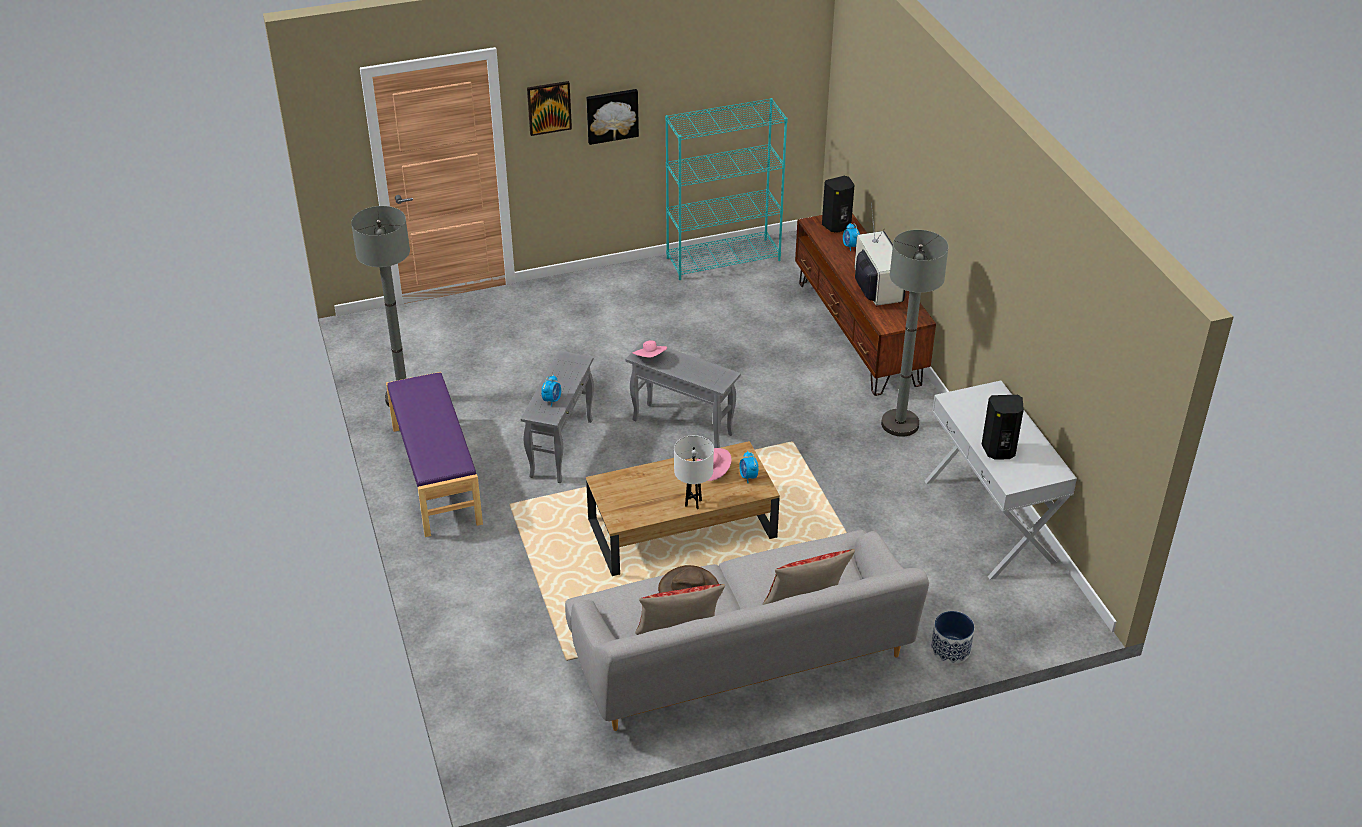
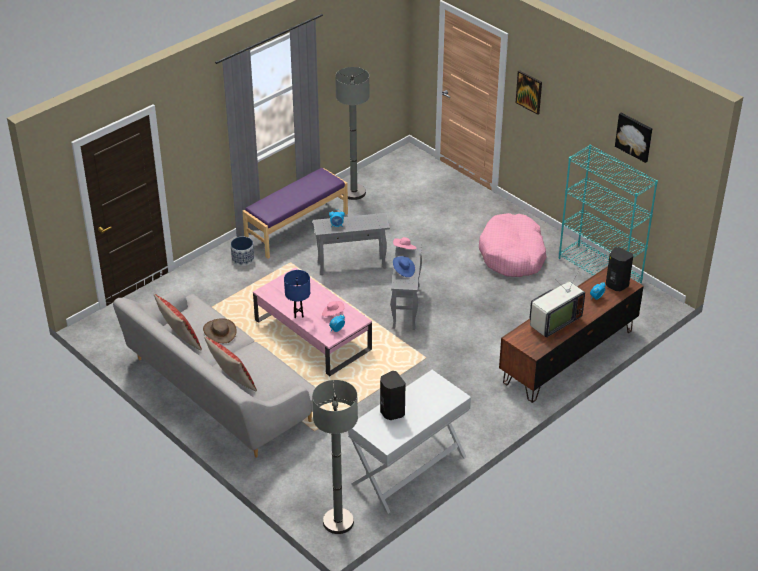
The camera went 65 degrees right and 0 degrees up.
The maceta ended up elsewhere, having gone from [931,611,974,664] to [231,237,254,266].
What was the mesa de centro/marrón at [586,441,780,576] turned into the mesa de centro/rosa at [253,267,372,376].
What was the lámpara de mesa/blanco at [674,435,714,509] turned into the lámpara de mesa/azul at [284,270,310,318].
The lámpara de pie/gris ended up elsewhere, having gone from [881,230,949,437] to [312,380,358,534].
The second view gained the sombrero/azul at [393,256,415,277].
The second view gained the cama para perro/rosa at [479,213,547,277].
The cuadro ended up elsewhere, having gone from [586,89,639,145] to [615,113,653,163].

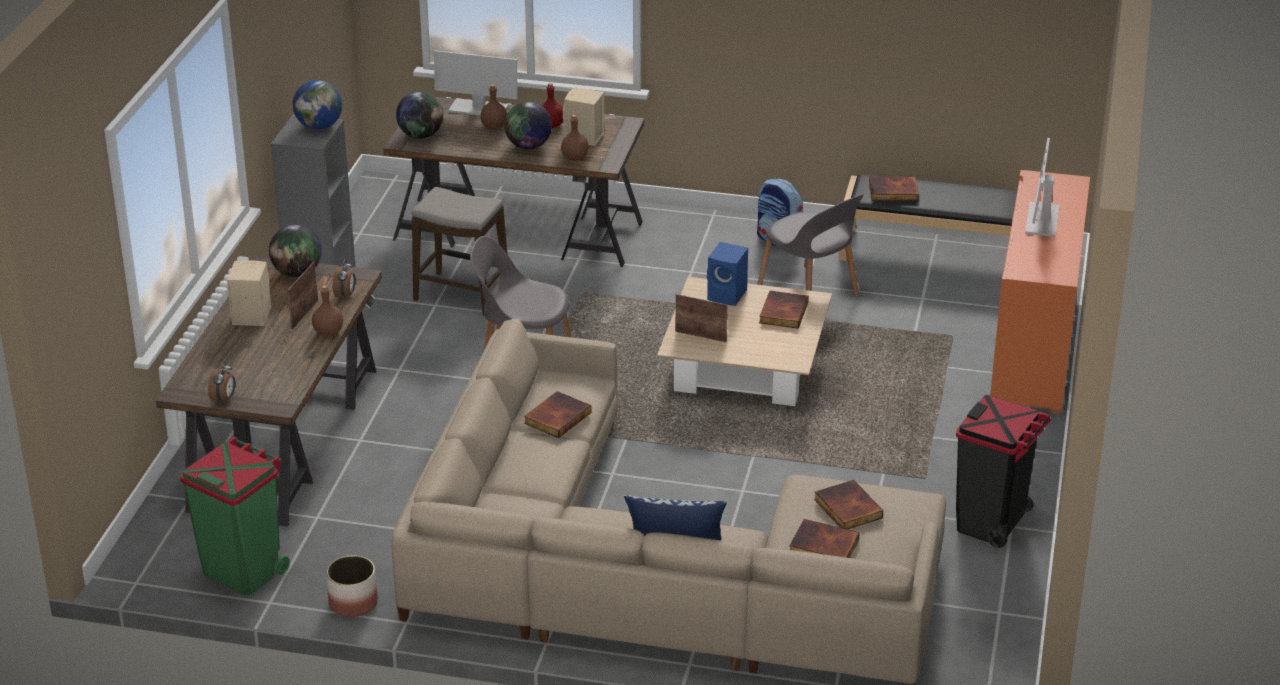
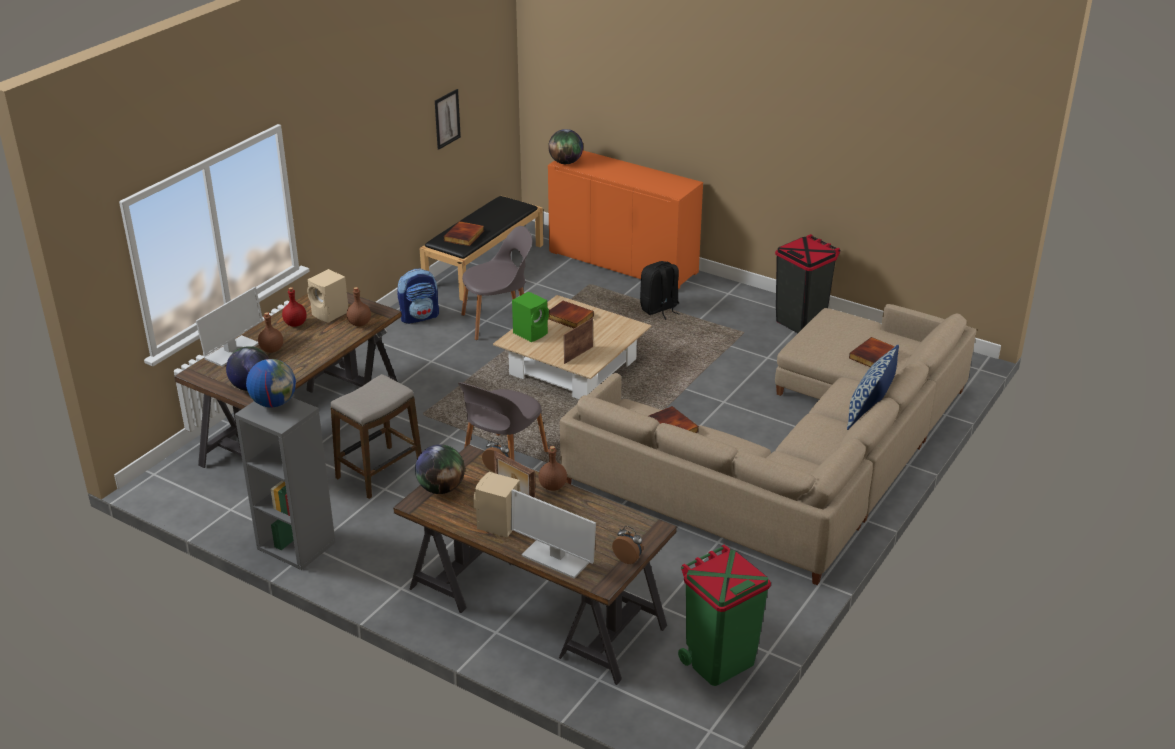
The camera went 70 degrees left and 0 degrees up.
The second view gained the cuadro at [435,89,461,150].
The monitor ended up elsewhere, having gone from [1025,138,1059,237] to [511,489,596,578].
What was the altavoz/azul at [707,242,748,306] turned into the altavoz/verde at [512,291,549,342].
The globo terráqueo ended up elsewhere, having gone from [504,102,552,149] to [548,129,583,164].
The second view gained the mochila/negro at [640,261,680,320].
The second view lost the maceta at [326,555,378,617].
The second view lost the libro at [814,480,883,529].

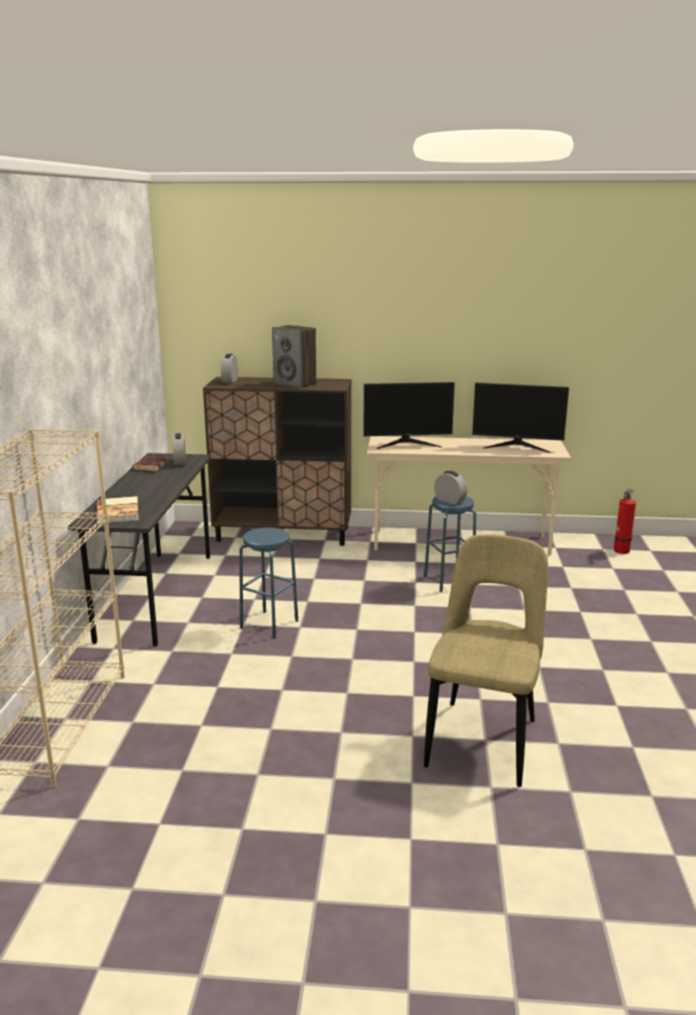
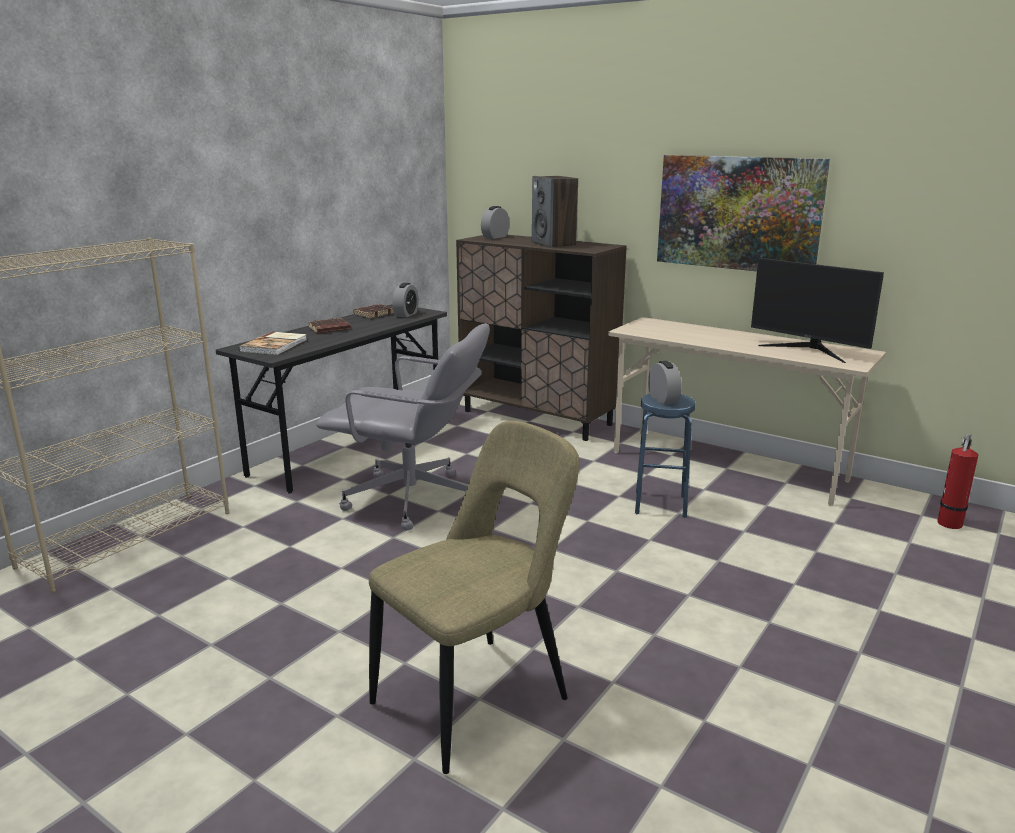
The camera went 30 degrees right and 0 degrees up.
The second view gained the libro/marrón at [308,318,351,333].
Where the taburete/azul stood at [239,527,298,639], the silla de oficina/gris came to stand at [316,323,490,531].
The second view gained the cuadro at [657,155,830,271].
The second view lost the monitor at [363,382,455,449].

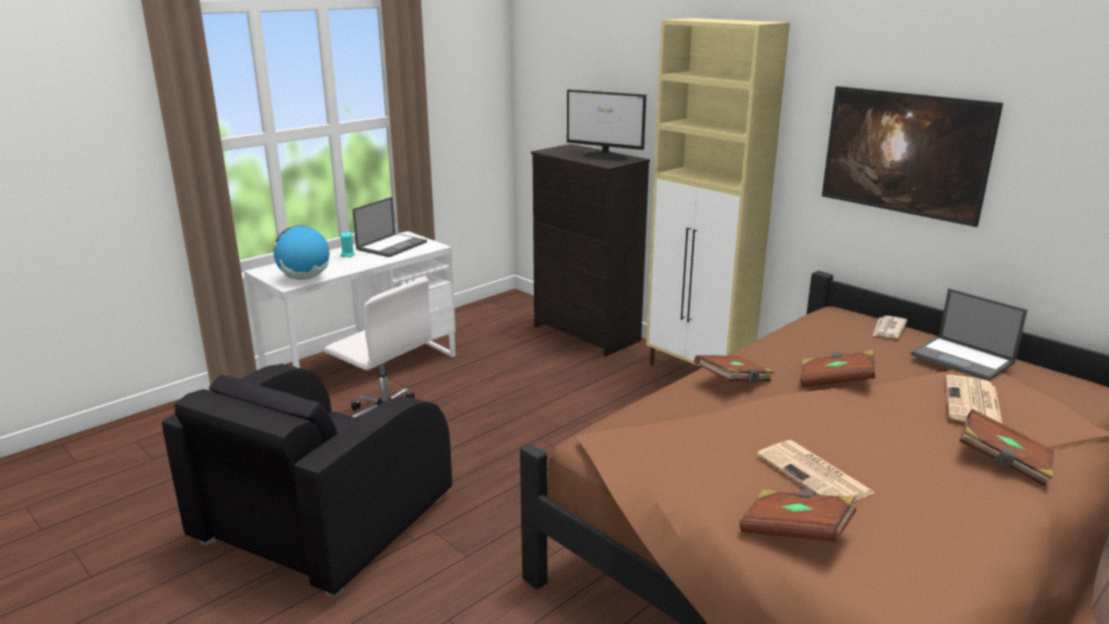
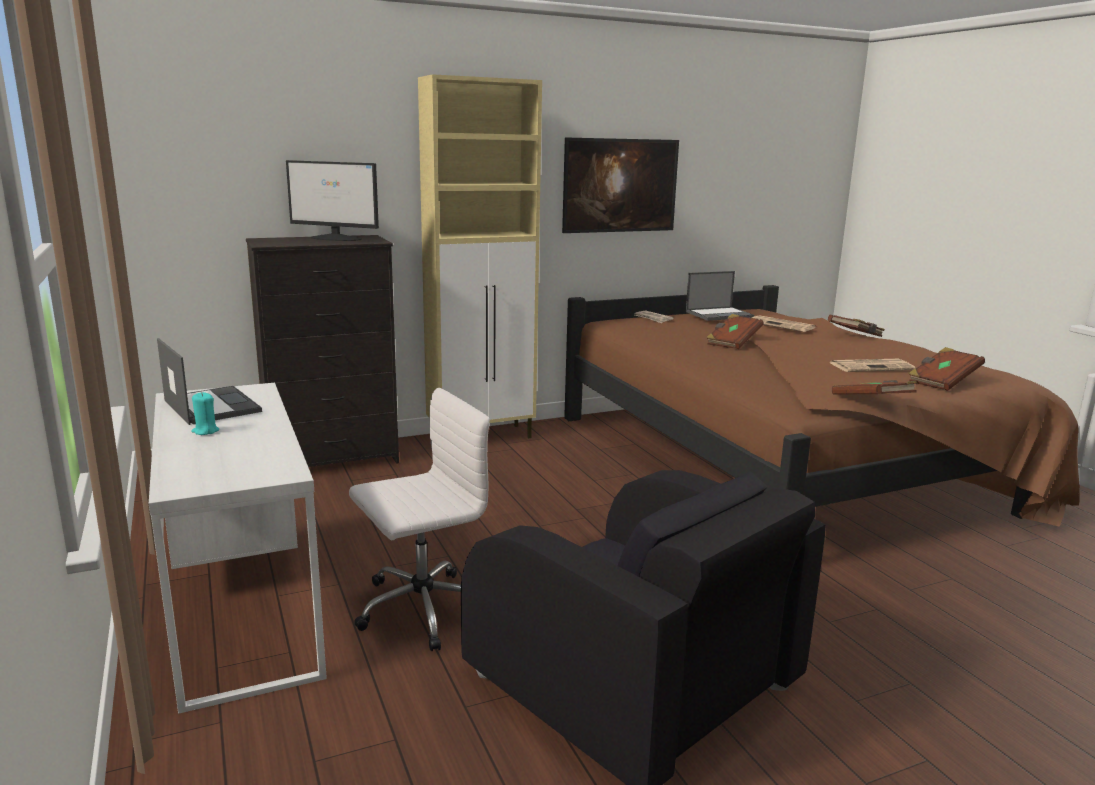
The camera went 70 degrees left and 5 degrees down.
The monitor at [567,89,646,159] ended up facing another way, 60 degrees clockwise from before.
The libro/marrón ended up elsewhere, having gone from [694,355,774,383] to [832,380,917,395].
The second view lost the globo terráqueo at [274,225,329,280].

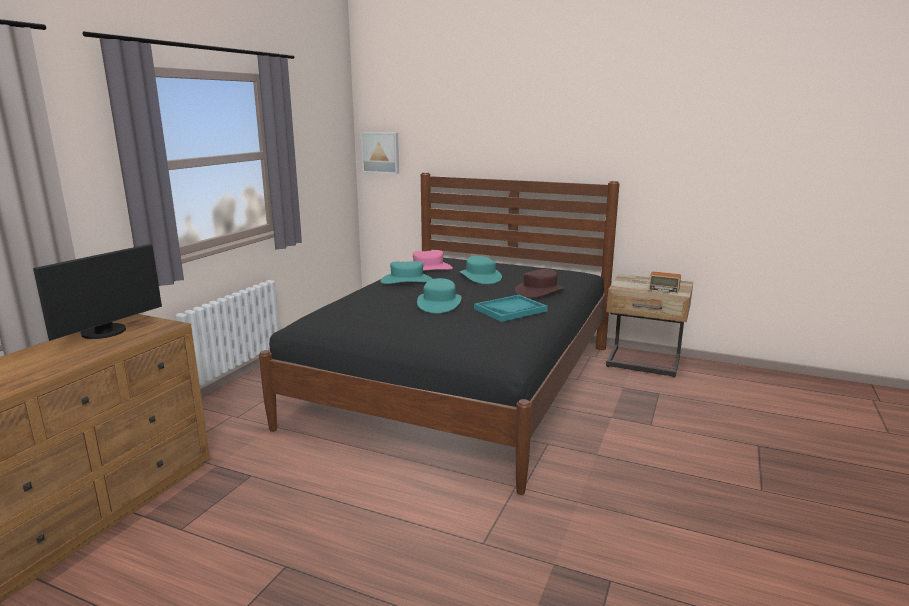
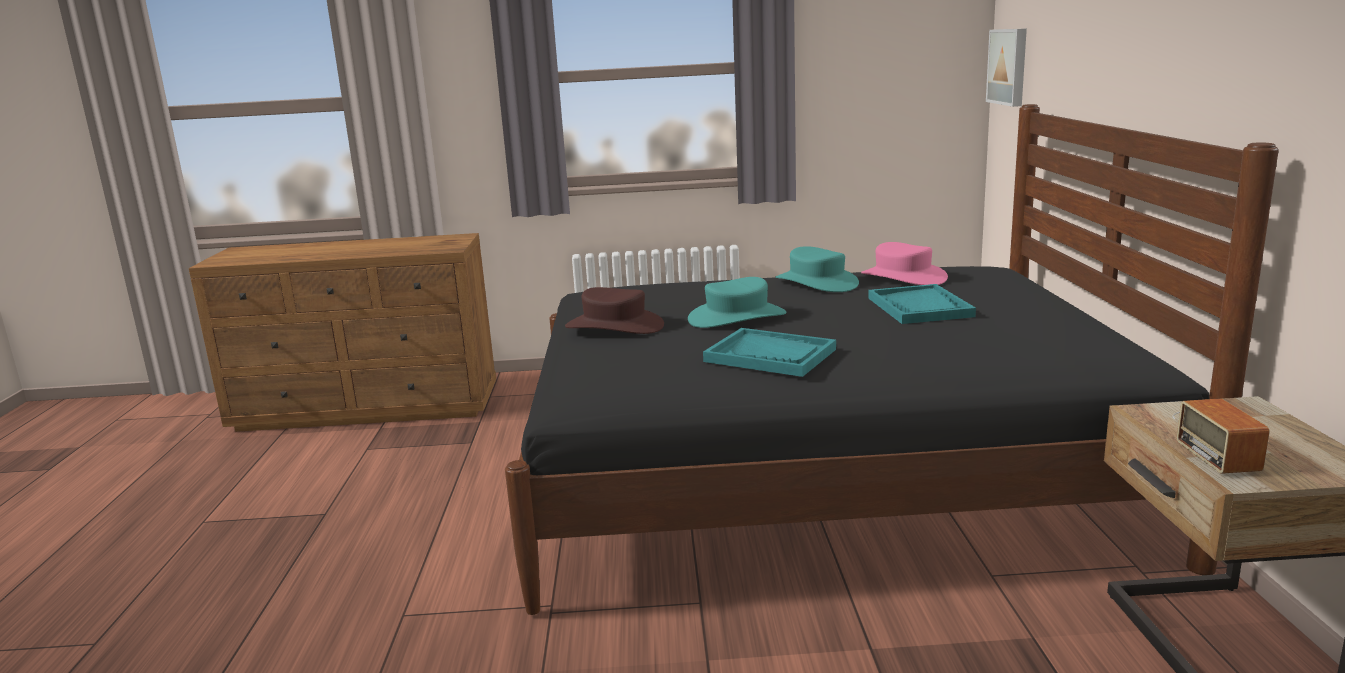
The camera went 65 degrees right and 0 degrees up.
The sombrero/marrón ended up elsewhere, having gone from [515,269,565,298] to [565,287,664,334].
Where the sombrero/turquesa stood at [460,256,502,284], the bandeja/turquesa came to stand at [868,284,976,324].
The second view lost the monitor at [33,244,162,341].

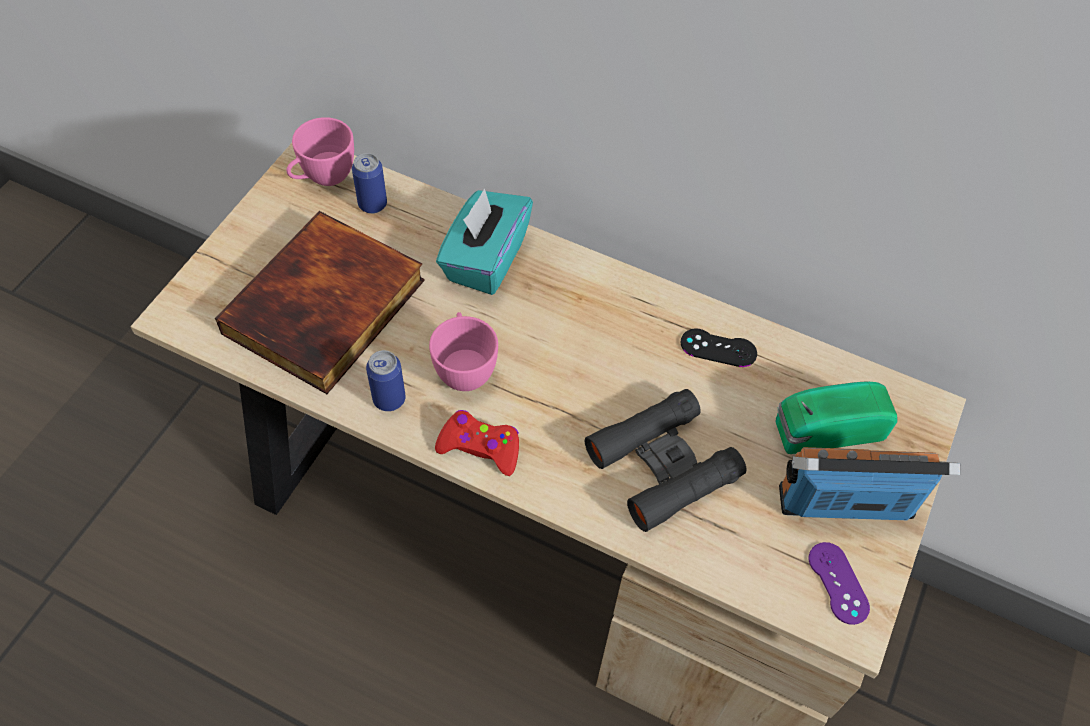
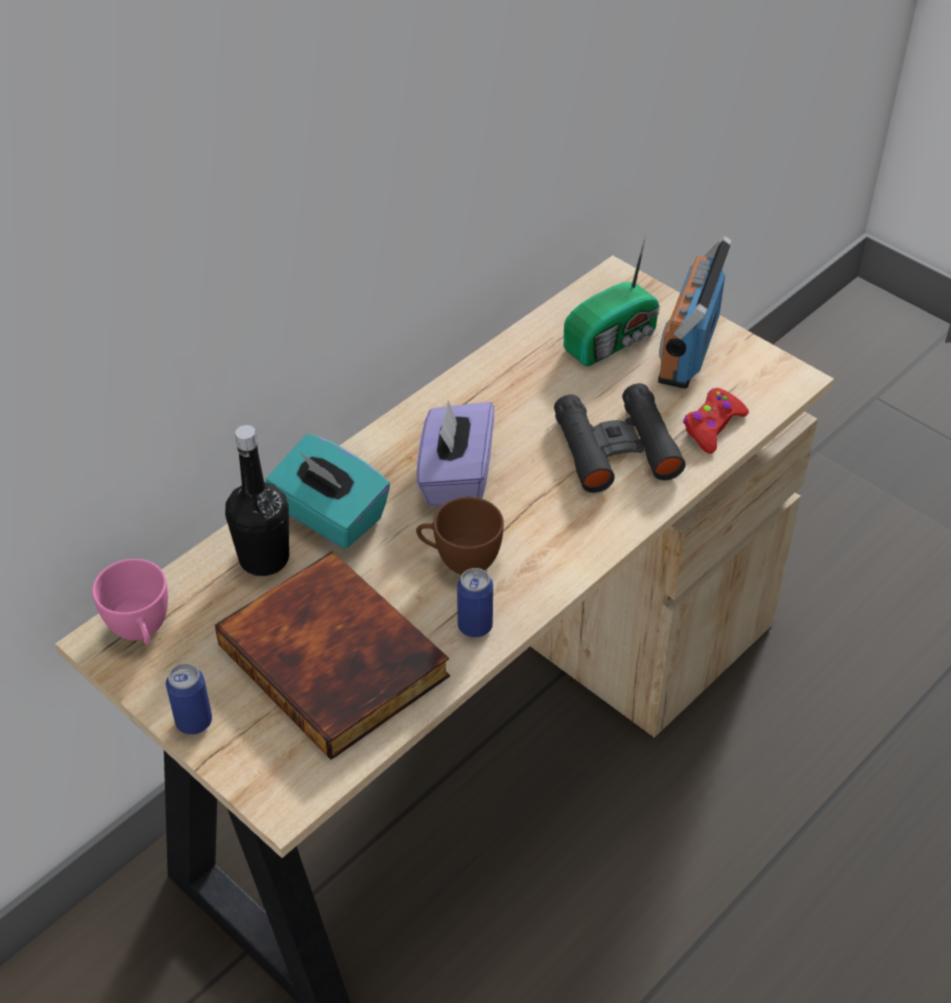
The camera went 70 degrees left and 10 degrees down.
The lata ended up elsewhere, having gone from [352,153,387,214] to [166,663,212,734].
The second view gained the botella/negro at [225,425,289,576].
What was the taza/rosa at [429,312,498,391] turned into the taza/marrón at [416,497,504,575].
The second view gained the caja de pañuelos/morado at [417,400,494,506].
The radio at [775,381,897,454] ended up facing another way, 135 degrees counterclockwise from before.
The mando de consola/rojo ended up elsewhere, having gone from [435,410,519,476] to [683,388,749,454].
The second view lost the mando de consola/negro at [681,328,757,367].
The second view lost the mando de consola/morado at [809,542,870,625].

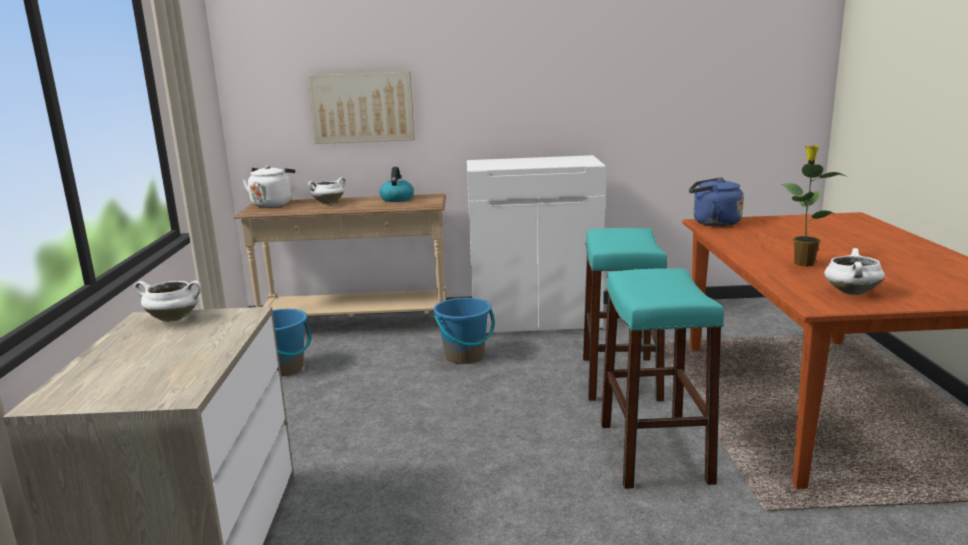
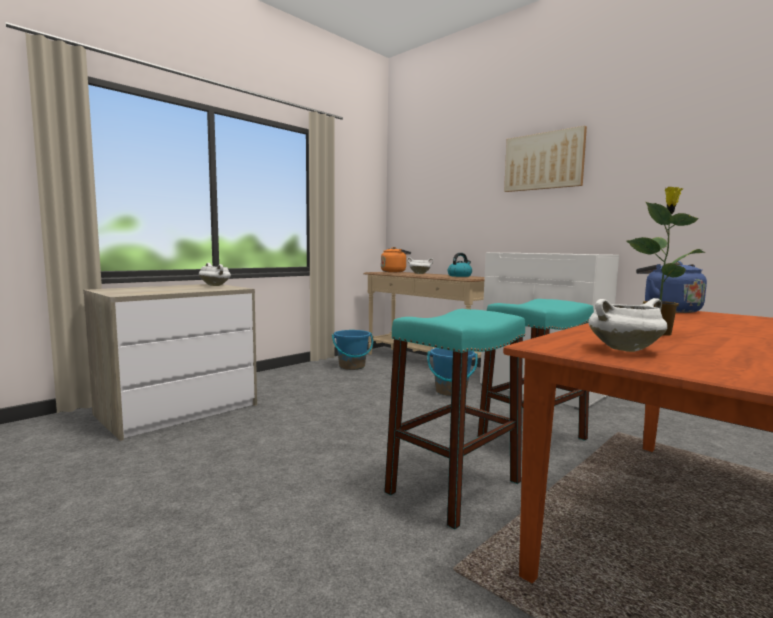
The camera went 45 degrees right and 10 degrees down.
What was the hervidor/blanco at [242,165,295,207] turned into the hervidor/naranja at [381,247,411,272].
The cuadro ended up elsewhere, having gone from [308,71,415,144] to [504,126,587,192].

